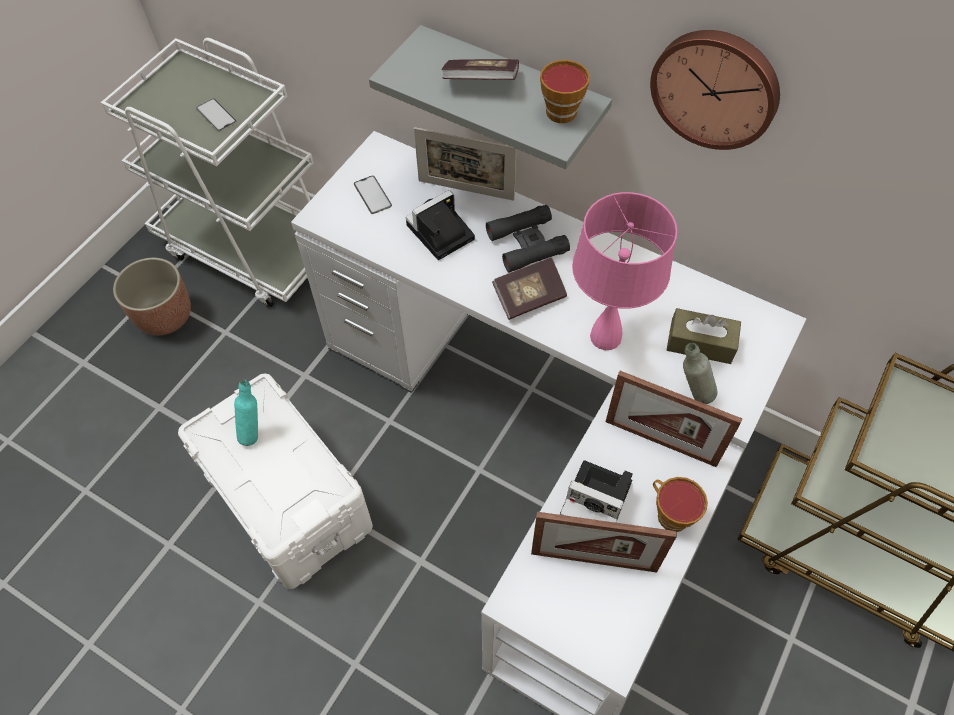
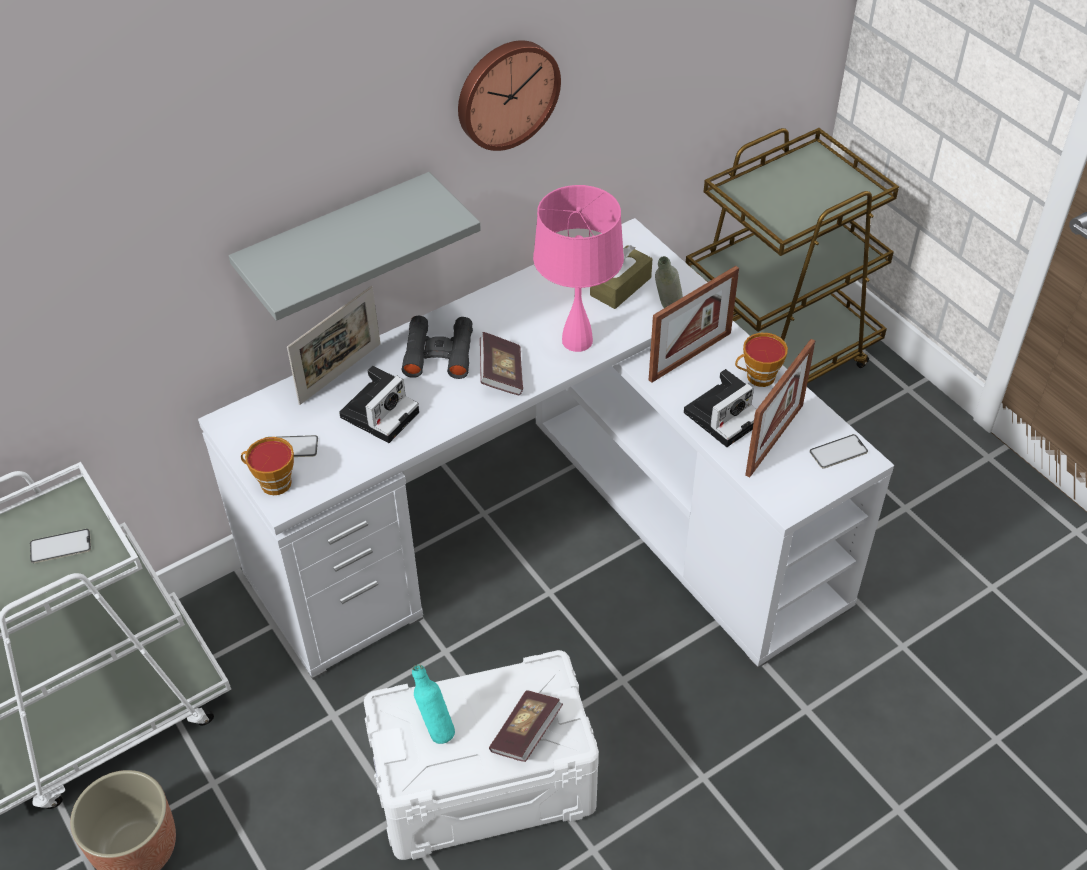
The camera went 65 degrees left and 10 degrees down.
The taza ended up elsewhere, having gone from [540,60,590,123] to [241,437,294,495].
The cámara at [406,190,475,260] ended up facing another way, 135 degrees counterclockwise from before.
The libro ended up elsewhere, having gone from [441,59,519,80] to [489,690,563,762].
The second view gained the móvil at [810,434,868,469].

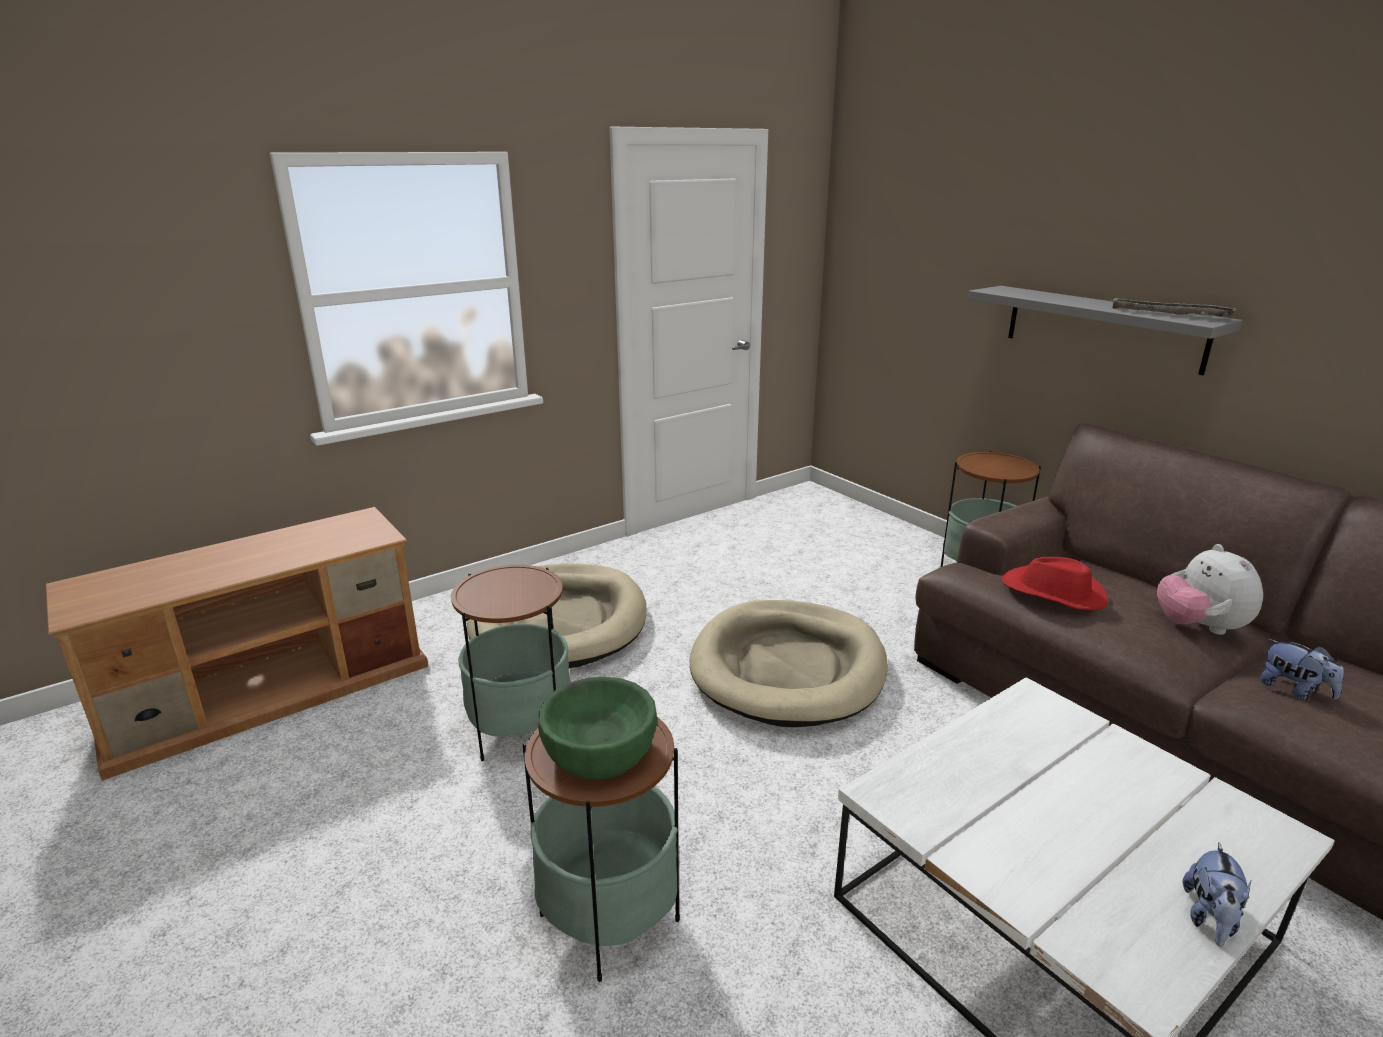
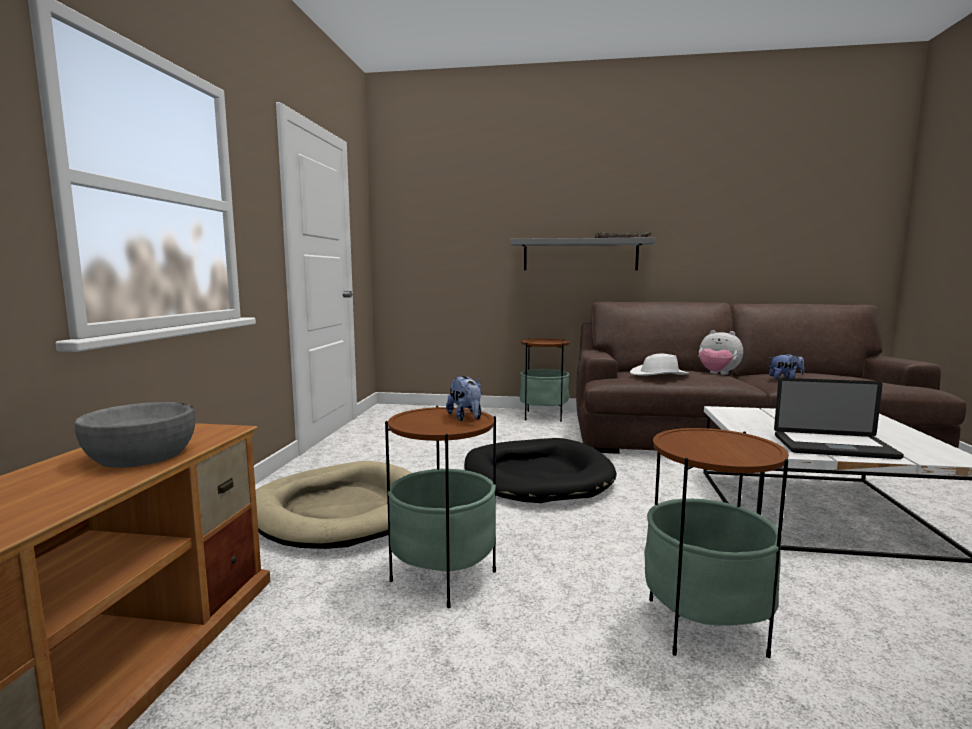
The camera went 45 degrees left and 15 degrees down.
The second view gained the cuenco/gris at [75,402,195,468].
The peluche ended up elsewhere, having gone from [1182,843,1251,947] to [446,376,482,421].
What was the cama para perro/beis at [690,600,888,727] turned into the cama para perro/negro at [464,438,617,503].
What was the sombrero/rojo at [1002,557,1108,611] turned into the sombrero/blanco at [630,353,689,376].
The second view gained the portátil at [774,378,904,459].
The second view lost the cuenco/verde at [538,677,657,780].

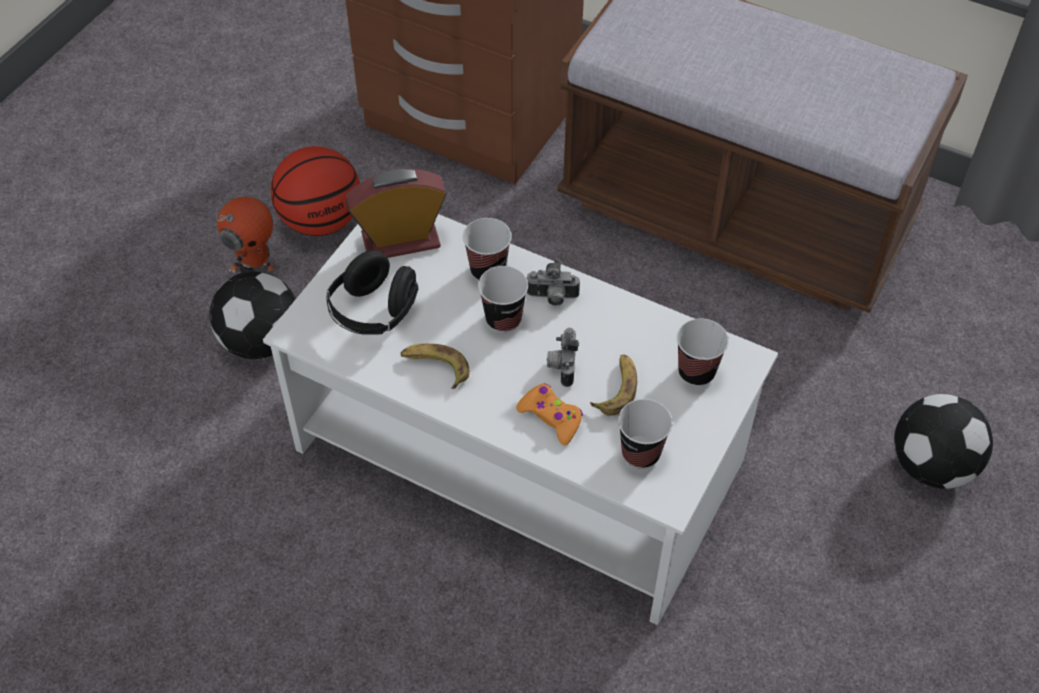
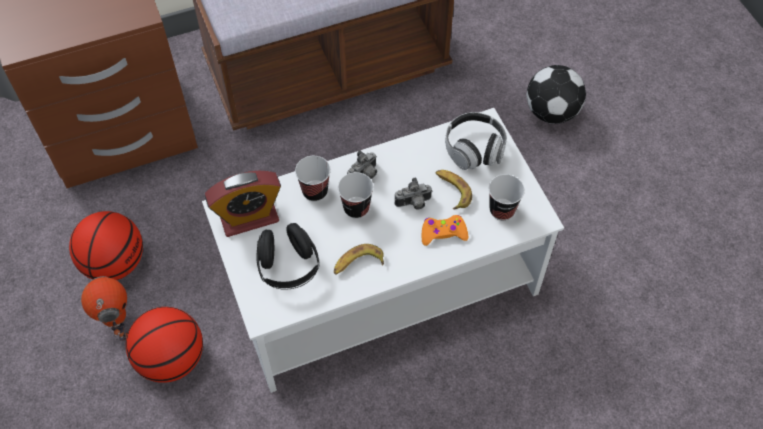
The camera went 50 degrees left and 5 degrees up.
Where the balón de fútbol stood at [210,271,296,360], the balón de baloncesto came to stand at [126,307,203,383].
The despertador at [346,169,447,258] ended up facing another way, 135 degrees counterclockwise from before.
The cámara at [547,328,579,387] ended up facing another way, 60 degrees counterclockwise from before.
Where the taza stood at [677,318,729,386], the auriculares came to stand at [445,112,507,170].

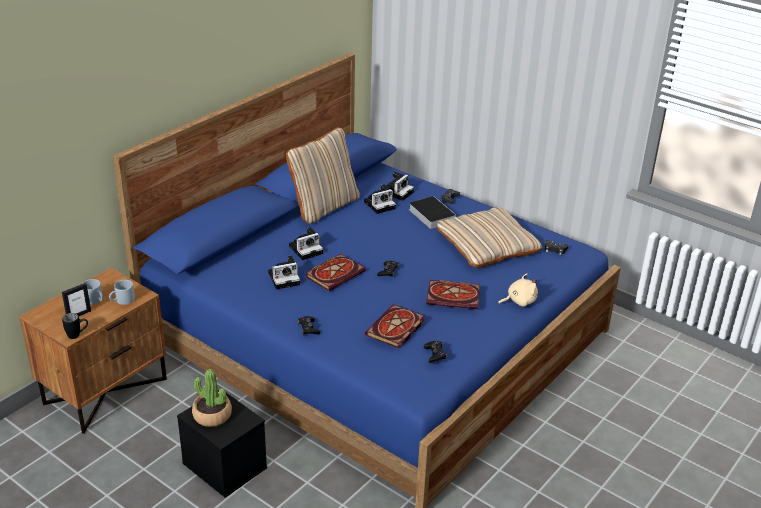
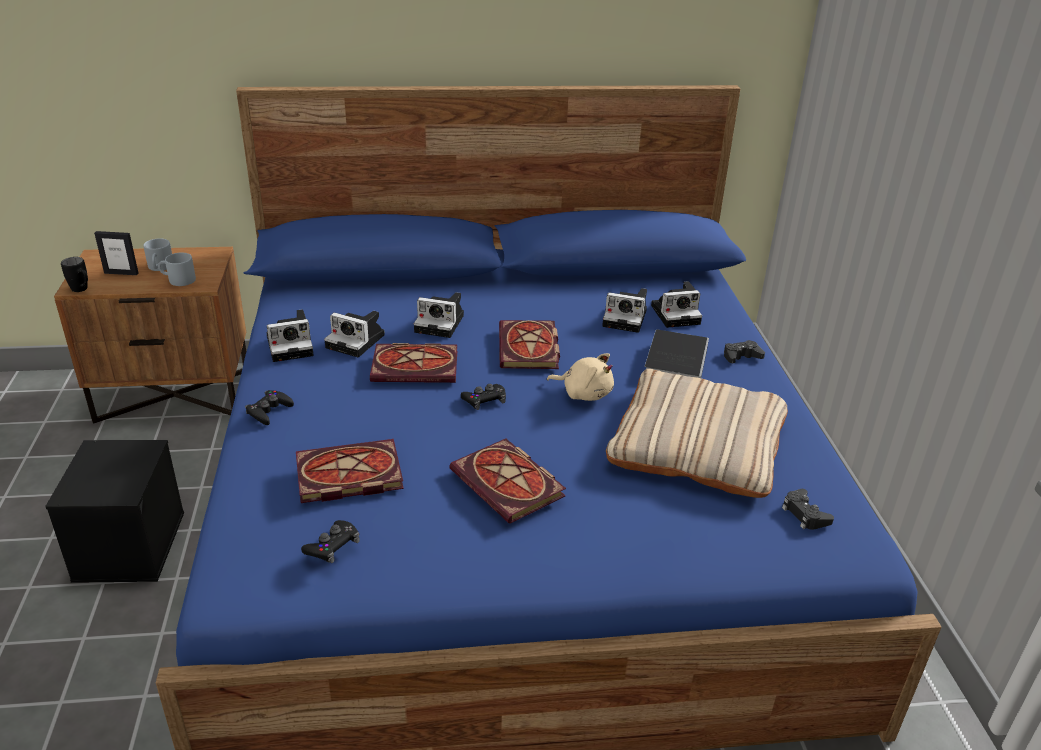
The camera went 45 degrees right and 0 degrees up.
The second view gained the cámara at [267,309,314,362].
The second view gained the libro at [499,320,560,369].
The peluche/beis ended up elsewhere, having gone from [498,273,538,307] to [547,353,614,401].
The second view lost the planta en maceta at [192,369,232,427].
The second view lost the cojín/beis at [286,127,360,224].

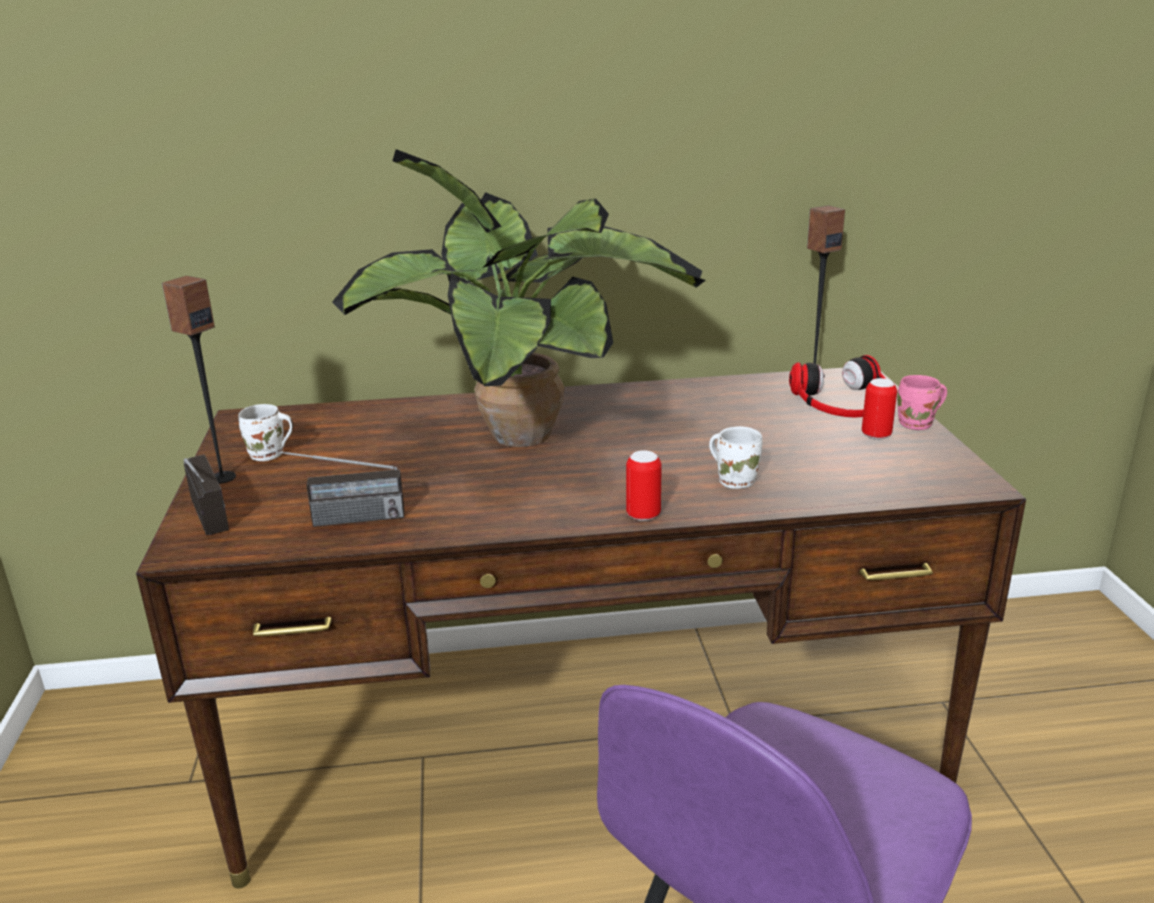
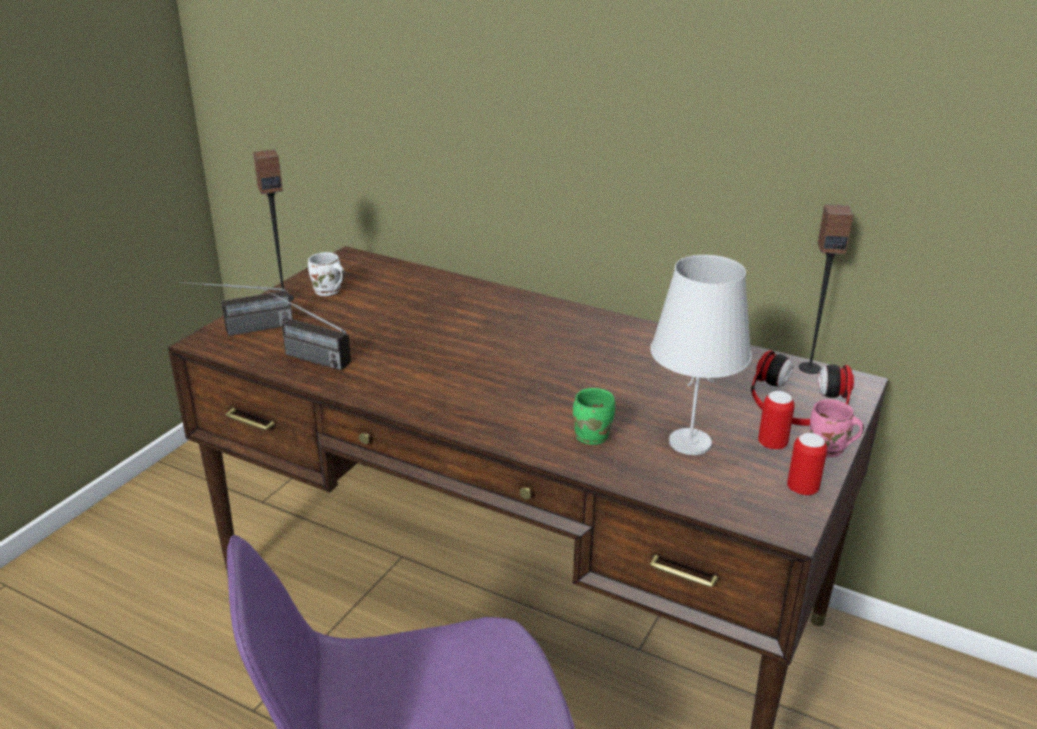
The camera went 35 degrees right and 5 degrees up.
The radio at [184,455,229,535] ended up facing another way, 60 degrees clockwise from before.
What was the taza grande/blanco at [709,426,763,489] turned into the taza grande/verde at [573,388,615,445].
The second view gained the lámpara de mesa/blanco at [650,255,752,455].
The lata ended up elsewhere, having gone from [626,450,662,521] to [787,433,827,496].
The second view lost the planta en maceta at [332,149,706,447].

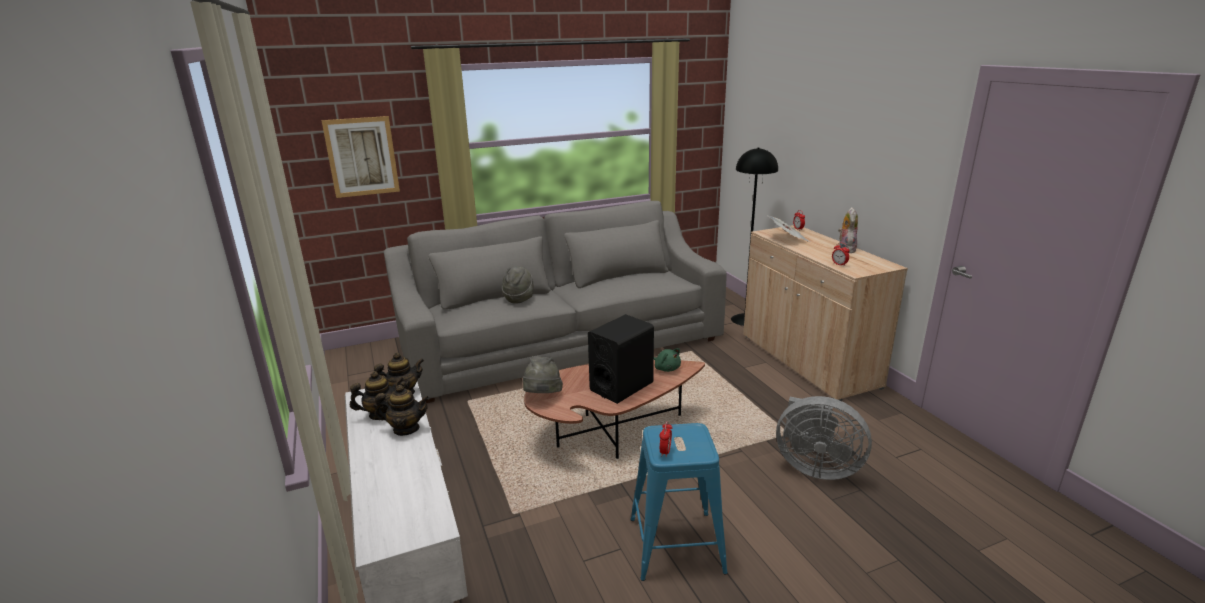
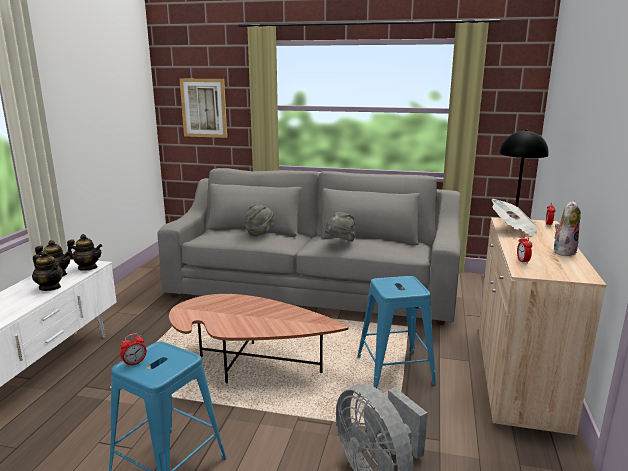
The camera went 35 degrees right and 5 degrees down.
The sombrero/gris ended up elsewhere, having gone from [523,356,563,393] to [325,212,356,242].
The second view gained the taburete/azul at [357,276,436,388].
The second view lost the altavoz/negro at [588,314,654,404].
The second view lost the peluche/verde at [654,348,681,372].

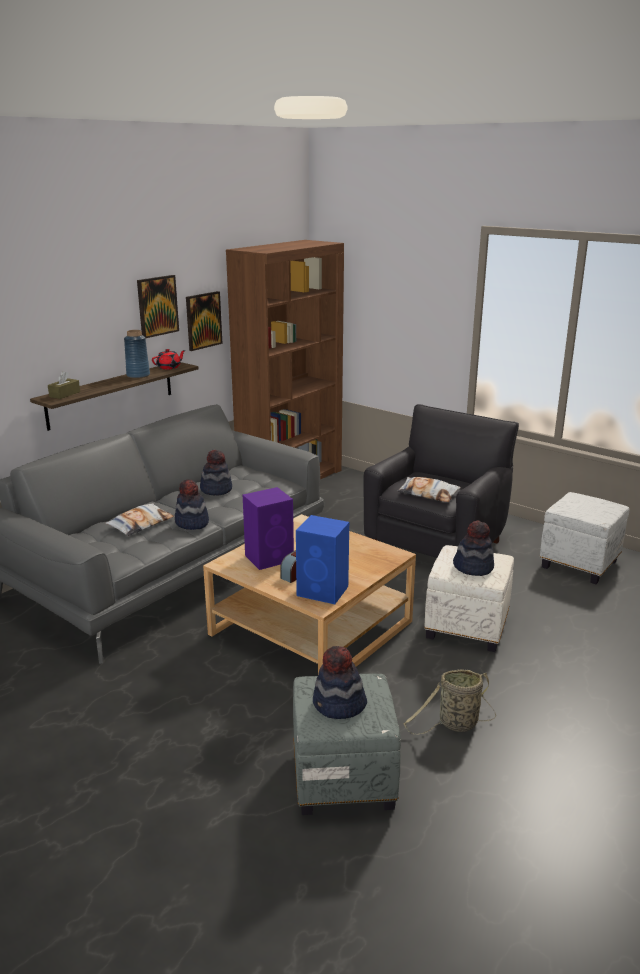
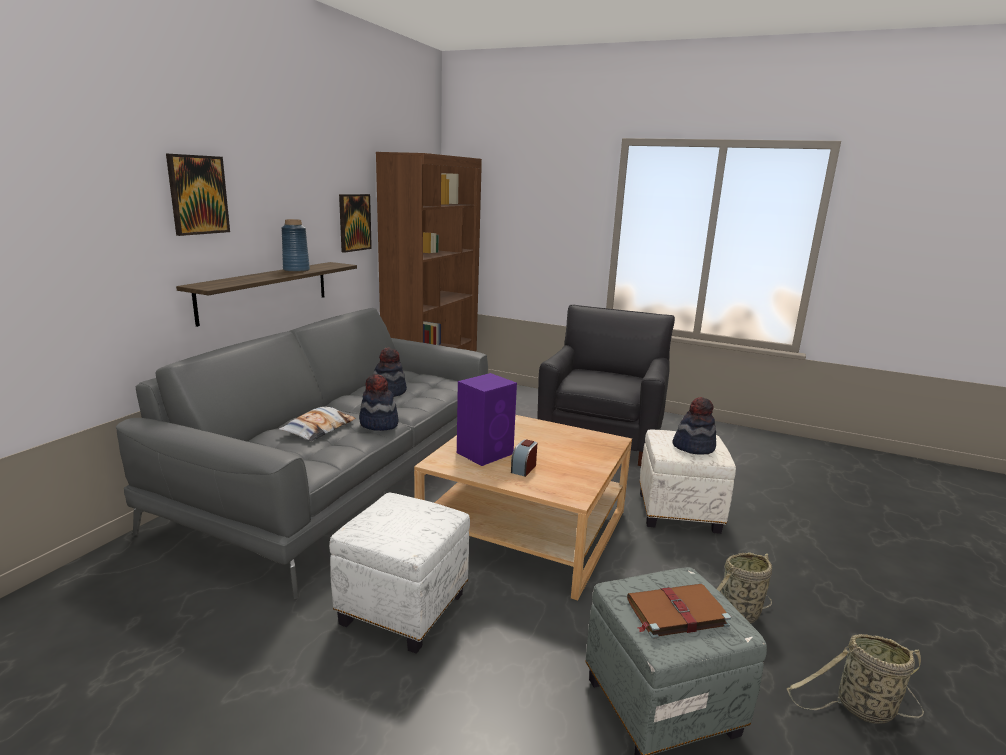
The camera went 15 degrees left and 5 degrees down.
The cuadro ended up elsewhere, having gone from [137,275,179,338] to [166,154,230,236].
The puf/blanco ended up elsewhere, having gone from [540,492,629,584] to [329,492,470,654].
Where the sombrero stood at [313,646,367,719], the libro/marrón came to stand at [627,584,731,639].
The second view gained the cesta at [787,634,924,724].
The second view lost the caja de pañuelos/marrón at [48,371,80,399].
The second view lost the tetera/rojo at [152,349,186,369].
The second view lost the altavoz/azul at [296,515,349,604].
The second view lost the cojín at [397,477,461,502].

